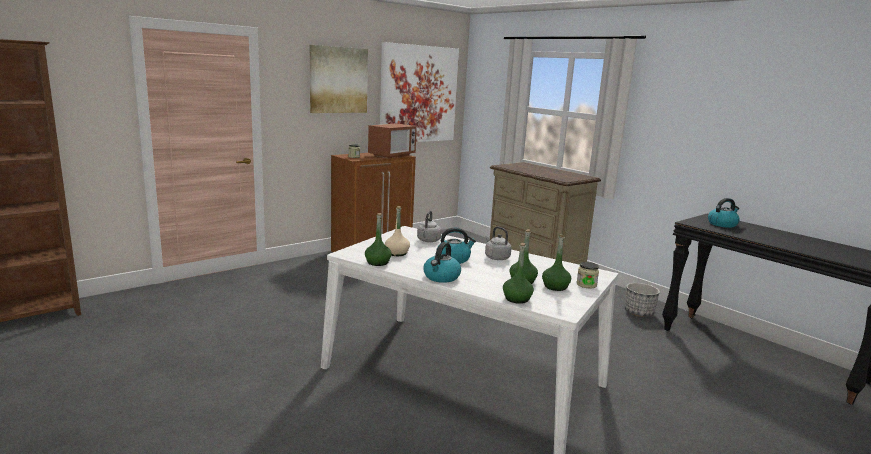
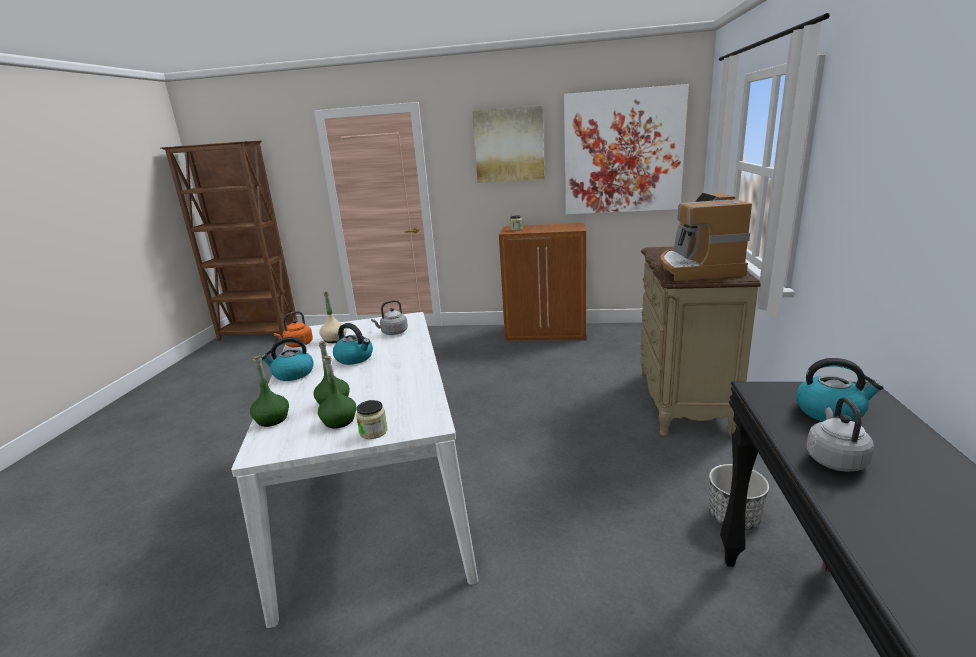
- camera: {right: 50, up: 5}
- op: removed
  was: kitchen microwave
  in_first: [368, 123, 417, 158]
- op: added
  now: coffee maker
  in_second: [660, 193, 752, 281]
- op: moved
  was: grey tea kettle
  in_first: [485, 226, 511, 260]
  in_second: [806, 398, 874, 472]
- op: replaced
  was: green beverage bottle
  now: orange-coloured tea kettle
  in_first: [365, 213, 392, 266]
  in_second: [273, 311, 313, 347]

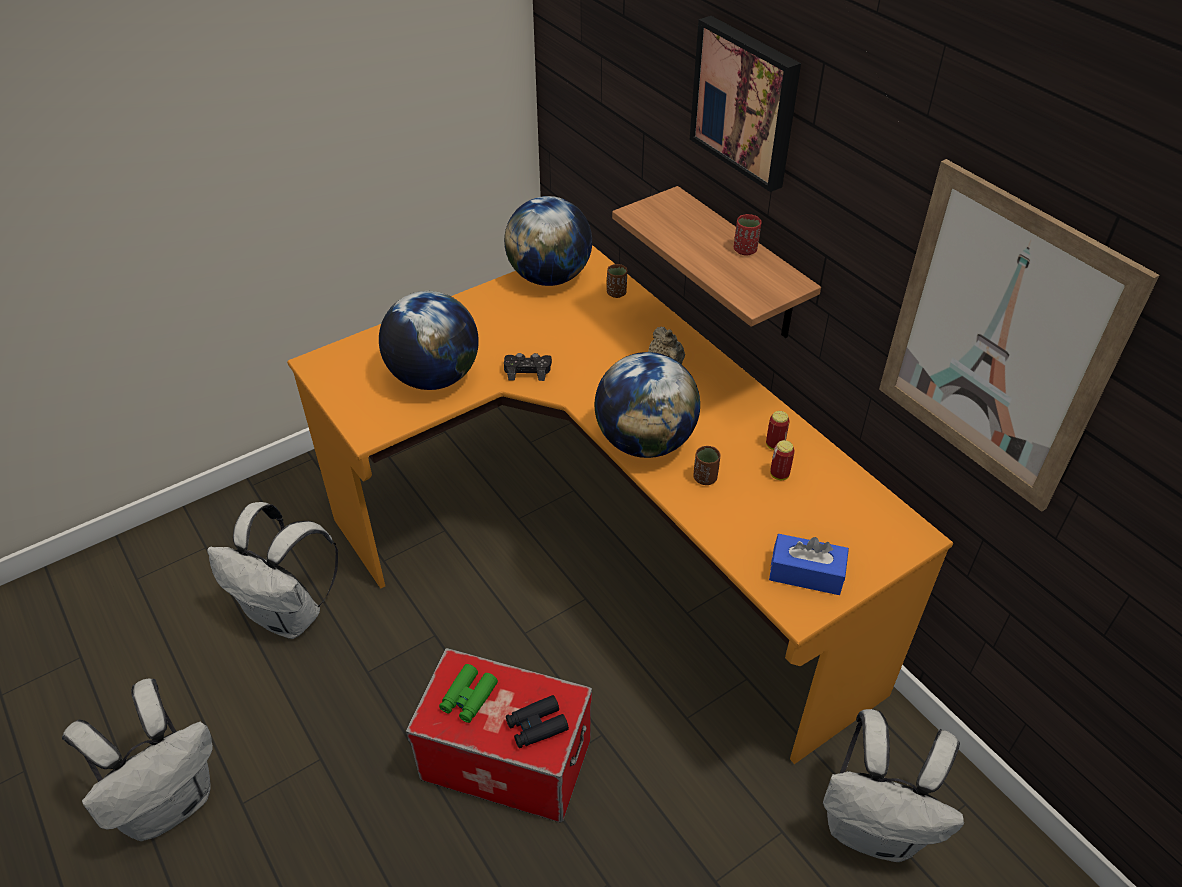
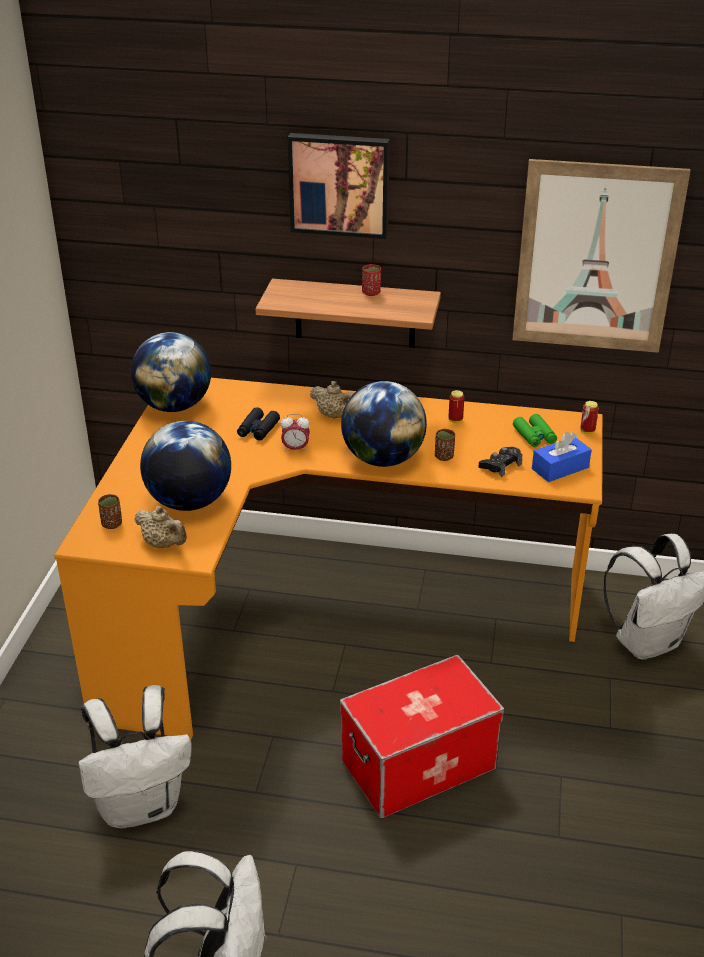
- camera: {right: -45, up: -10}
- op: added
  now: sand-coloured tea pot
  in_second: [134, 506, 187, 548]
- op: added
  now: table clock
  in_second: [280, 414, 310, 452]
- op: moved
  was: green pair of binoculars
  in_first: [439, 664, 498, 723]
  in_second: [513, 414, 557, 447]
- op: moved
  was: blackish gamepad
  in_first: [504, 353, 552, 381]
  in_second: [479, 447, 522, 477]
- op: moved
  was: blackish pair of binoculars
  in_first: [506, 695, 569, 748]
  in_second: [237, 407, 280, 440]
- op: moved
  was: brown small cup
  in_first: [607, 264, 627, 298]
  in_second: [98, 494, 122, 529]
- op: moved
  was: sealed can
  in_first: [770, 440, 795, 480]
  in_second: [580, 401, 599, 434]

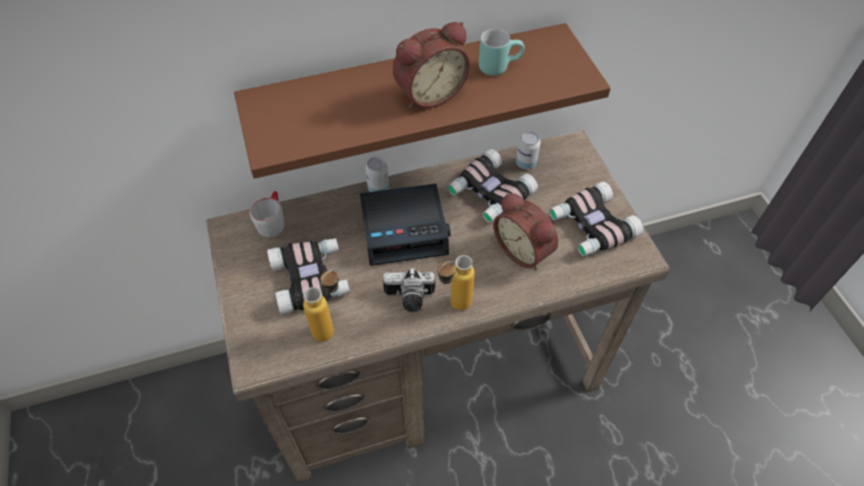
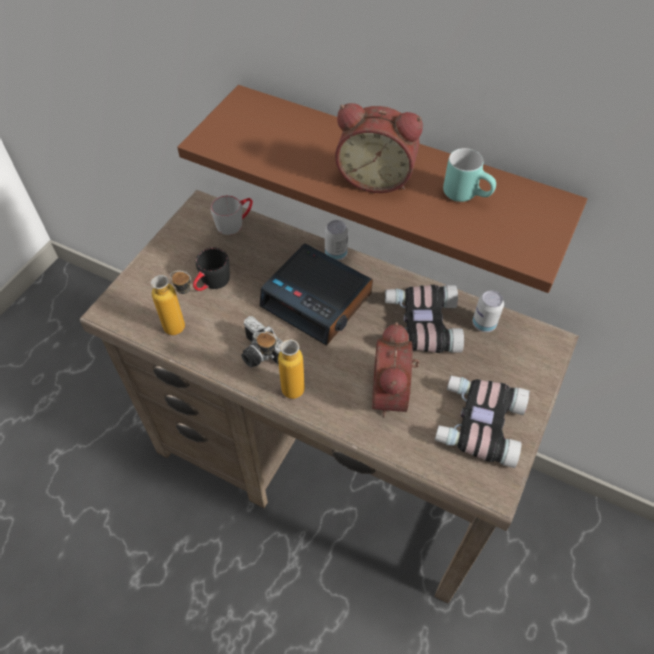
- camera: {right: 45, up: 0}
- op: replaced
  was: pair of binoculars
  now: blackish tea mug
  in_first: [267, 238, 350, 315]
  in_second: [193, 248, 230, 291]

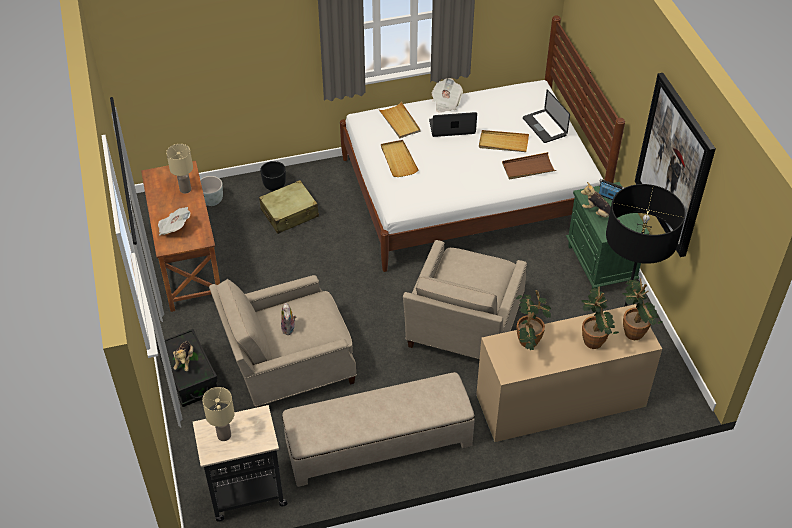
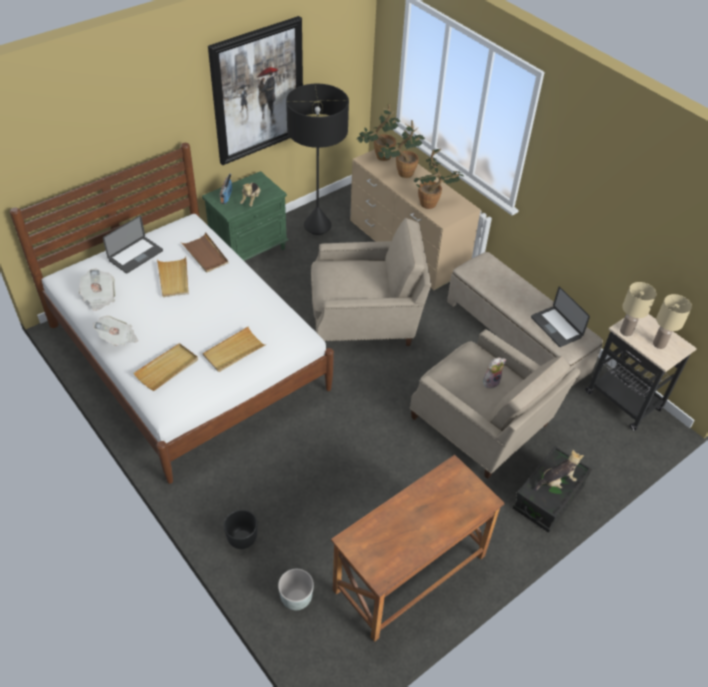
- camera: {right: -115, up: 0}
- op: removed
  was: sand-coloured travel case
  in_first: [259, 180, 319, 234]
- op: moved
  was: daily paper
  in_first: [158, 207, 190, 235]
  in_second: [79, 268, 116, 311]
- op: moved
  was: sand-coloured tabletop lamp
  in_first: [166, 144, 193, 194]
  in_second: [620, 282, 656, 336]
- op: moved
  was: notebook computer
  in_first: [429, 112, 477, 137]
  in_second: [531, 287, 590, 347]

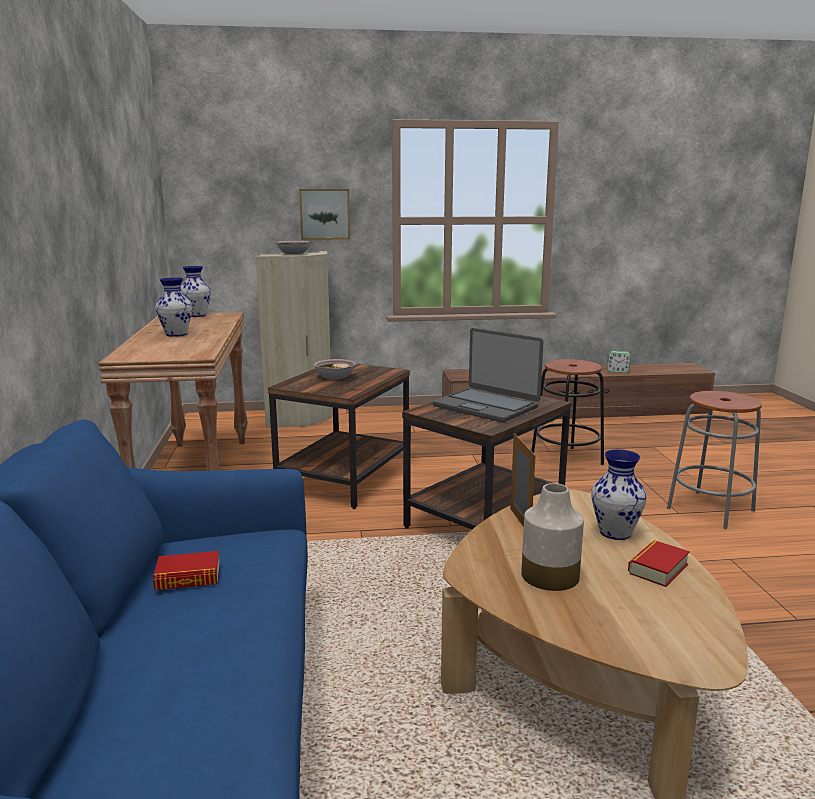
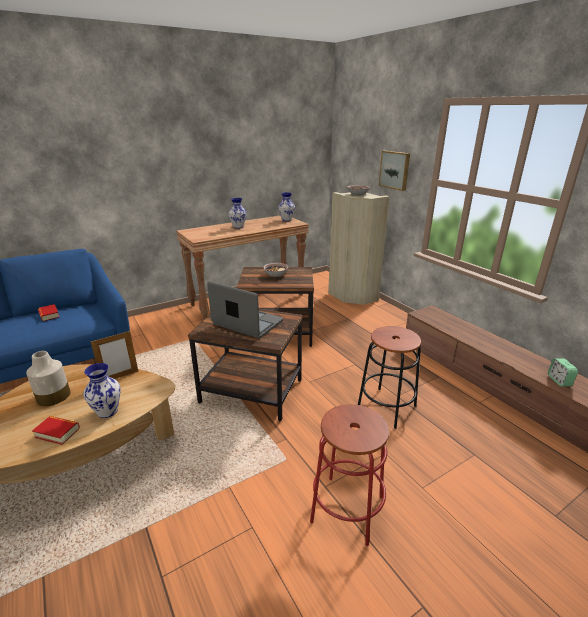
- camera: {right: 65, up: 10}
- op: recoloured
  was: grey sitting stool
  now: reddish sitting stool
  in_first: [667, 391, 762, 529]
  in_second: [310, 404, 389, 546]
- op: turned
  was: notebook computer
  in_first: [432, 328, 544, 423]
  in_second: [207, 281, 283, 339]
  clockwise: 105

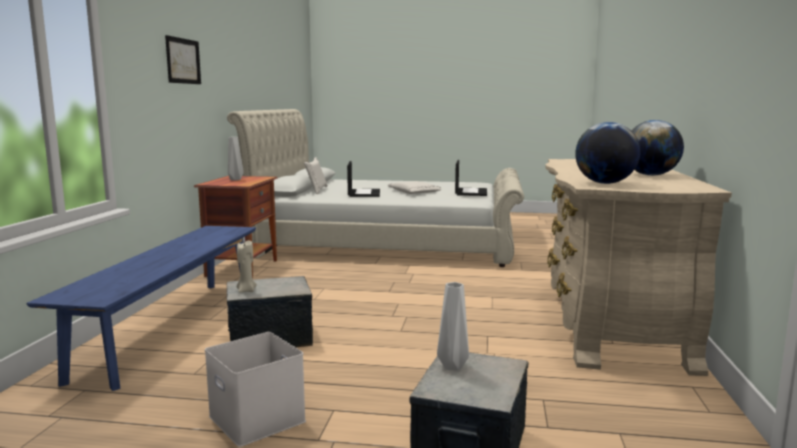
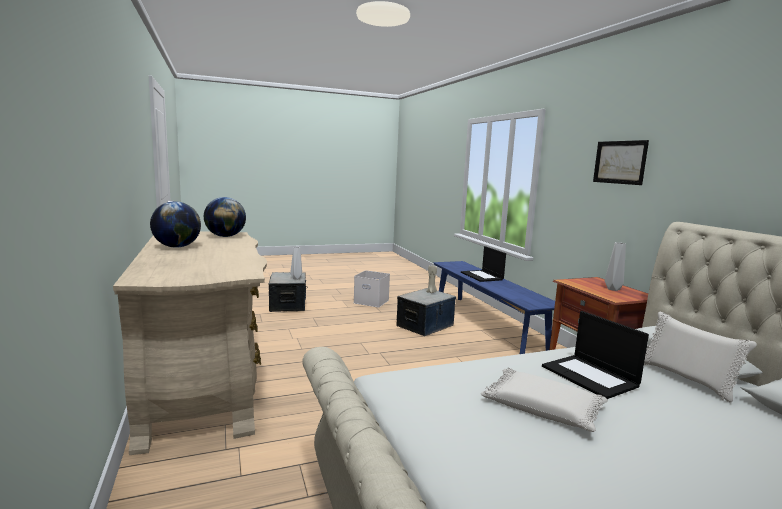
- camera: {right: 150, up: 0}
- op: moved
  was: notebook computer
  in_first: [455, 160, 487, 196]
  in_second: [461, 246, 506, 282]

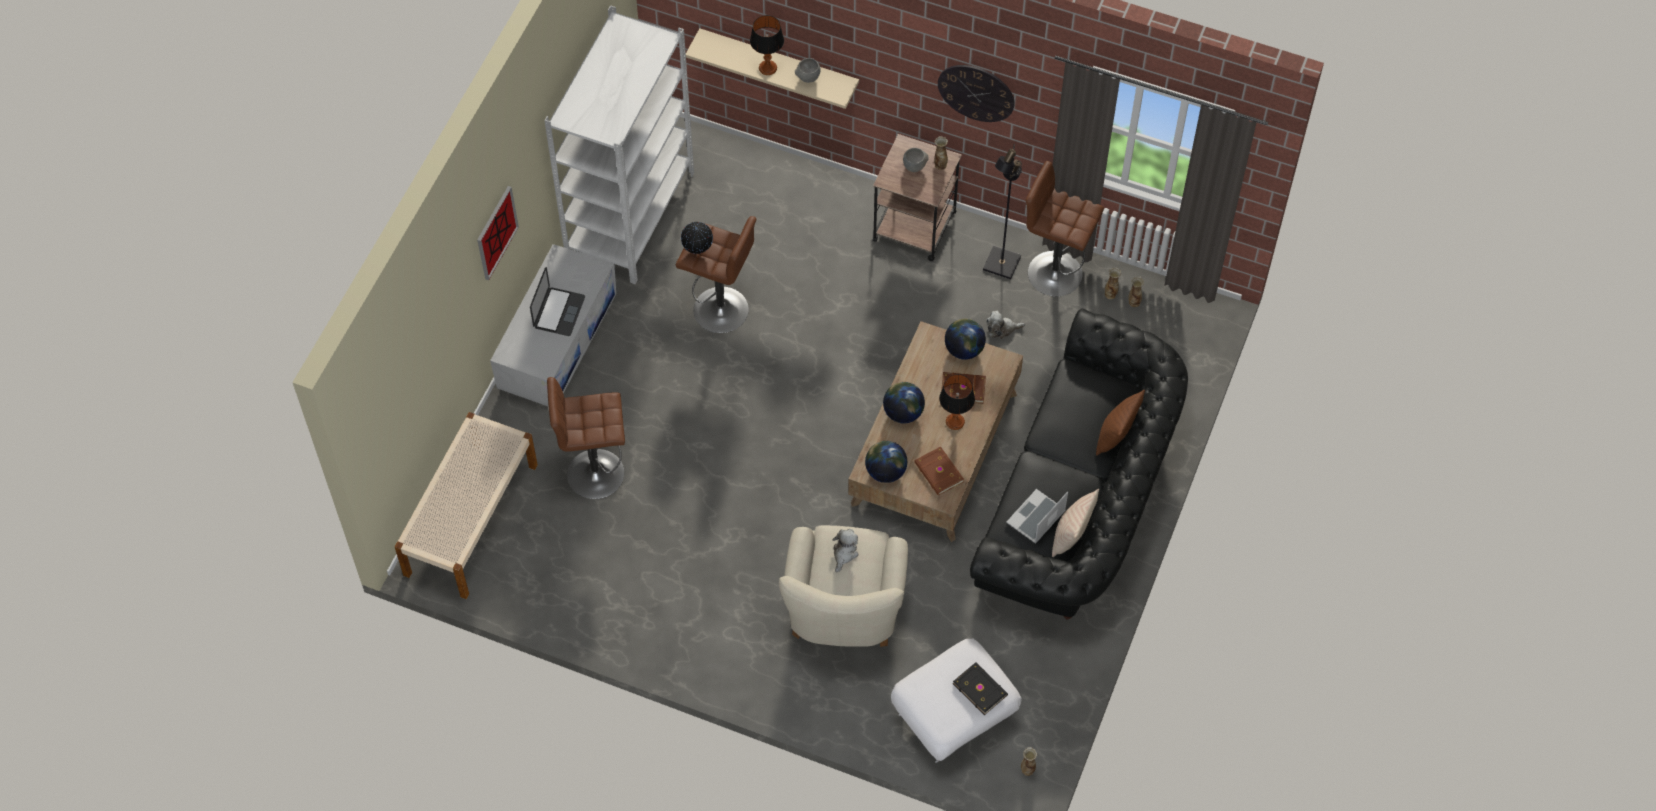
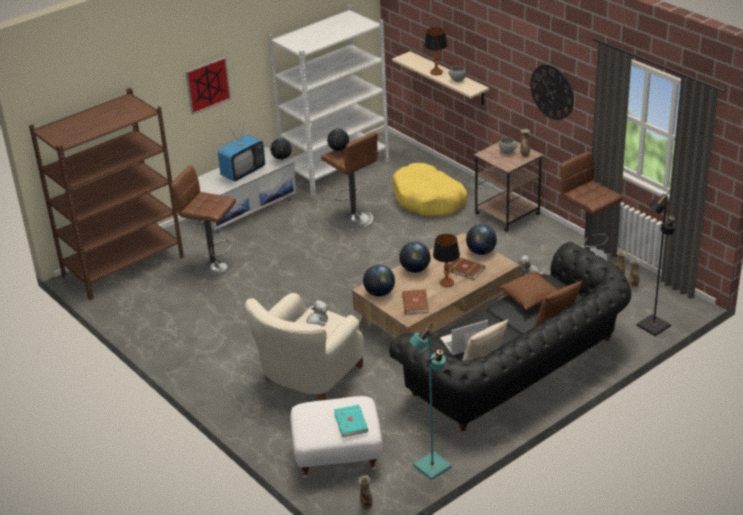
- camera: {right: 30, up: -25}
- op: added
  now: world globe
  in_second: [270, 137, 292, 161]
- op: added
  now: yellowish dog cushion
  in_second: [393, 163, 467, 217]
- op: added
  now: blue-green standard lamp
  in_second: [410, 324, 452, 480]
- op: added
  now: brown throw pillow
  in_second: [499, 272, 557, 310]
- op: moved
  was: blackish standard lamp
  in_first: [983, 144, 1022, 279]
  in_second: [637, 191, 676, 336]
- op: replaced
  was: sand-coloured long seat
  now: brown bookshelf
  in_first: [394, 412, 538, 599]
  in_second: [29, 88, 184, 300]
- op: replaced
  was: notebook computer
  now: television
  in_first: [530, 267, 585, 336]
  in_second: [218, 121, 265, 182]
- op: recoloured
  was: blackish book
  now: blue-green book
  in_first: [953, 662, 1008, 715]
  in_second: [334, 405, 368, 437]

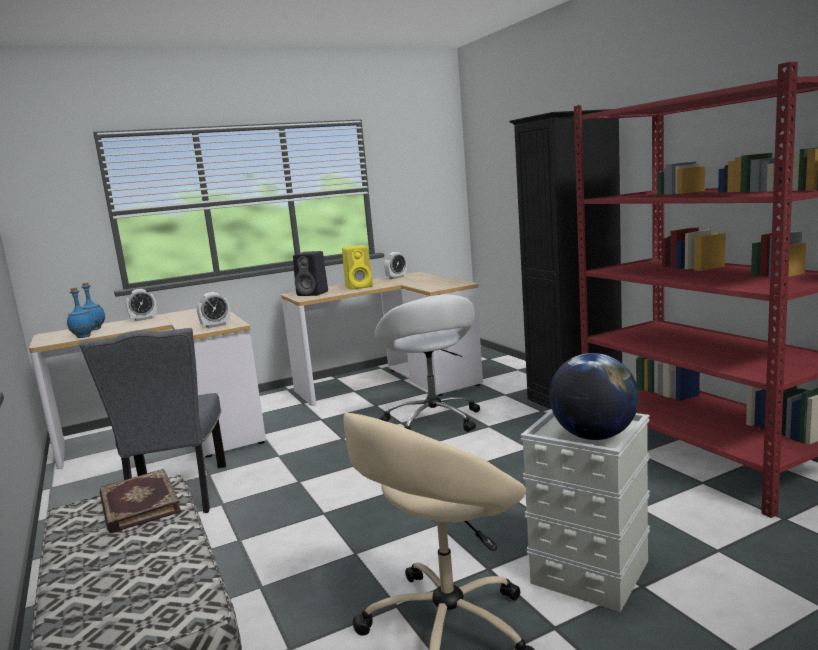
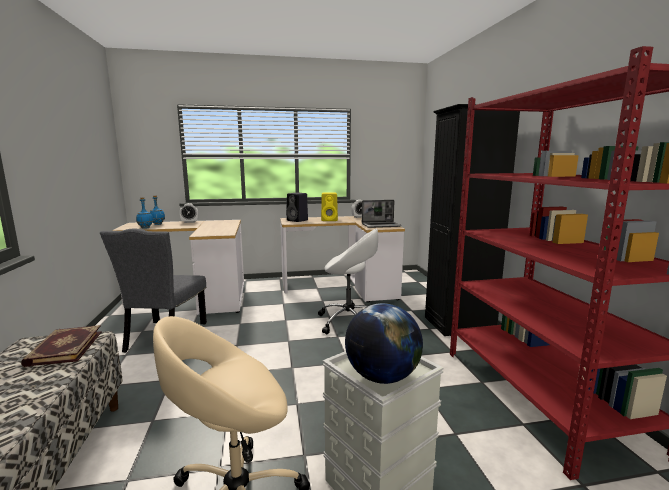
- camera: {right: 15, up: 0}
- op: removed
  was: table clock
  in_first: [197, 292, 230, 328]
- op: added
  now: notebook computer
  in_second: [362, 200, 402, 228]
- op: turned
  was: whitish desk chair
  in_first: [375, 295, 480, 432]
  in_second: [318, 228, 378, 334]
  clockwise: -75

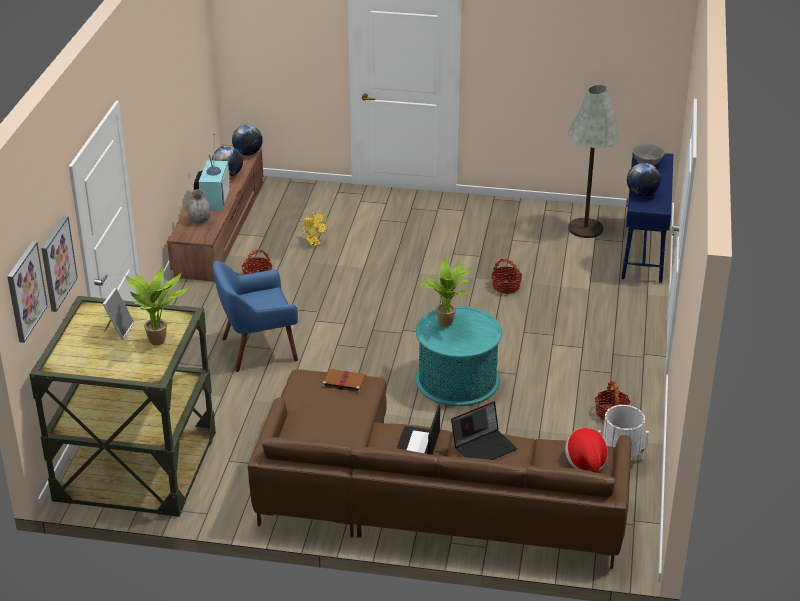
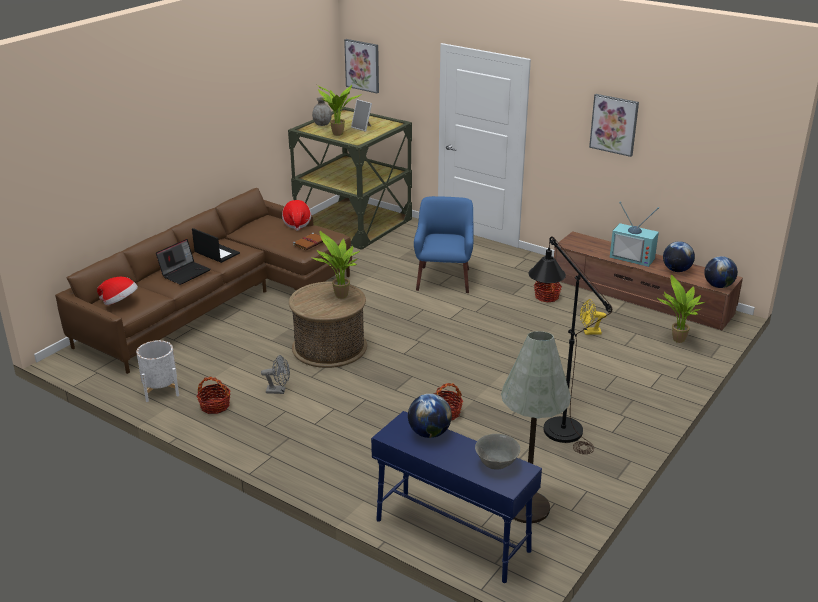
- camera: {right: 115, up: -5}
- op: added
  now: grey fan
  in_second: [261, 355, 290, 394]
- op: added
  now: clothing hat
  in_second: [282, 200, 311, 231]
- op: added
  now: blackish standard lamp
  in_second: [528, 236, 612, 454]
- op: added
  now: plant in a pot
  in_second: [657, 274, 705, 343]
- op: moved
  was: wall art
  in_first: [41, 216, 78, 312]
  in_second: [589, 94, 639, 157]
- op: moved
  was: grey decorative vase
  in_first: [187, 189, 211, 223]
  in_second: [312, 97, 332, 126]
- op: recoloured
  was: blue-green low table
  now: brown low table
  in_first: [415, 306, 502, 406]
  in_second: [289, 282, 367, 368]
- op: turned
  was: notebook computer
  in_first: [451, 401, 517, 460]
  in_second: [156, 239, 211, 285]
  clockwise: -135

